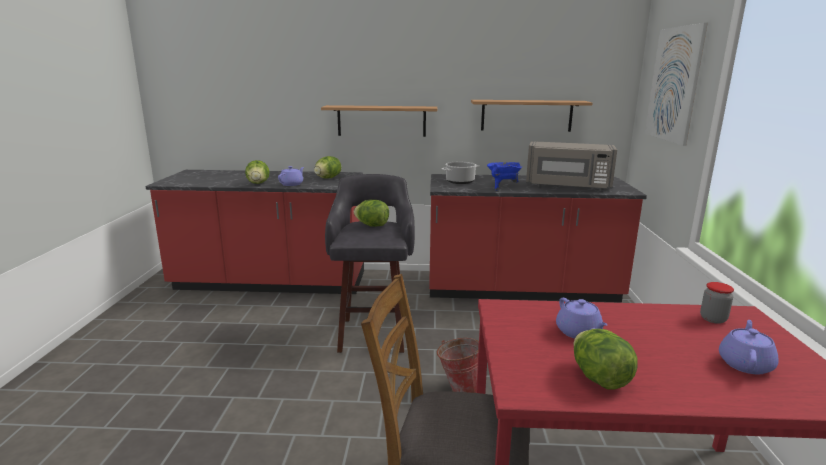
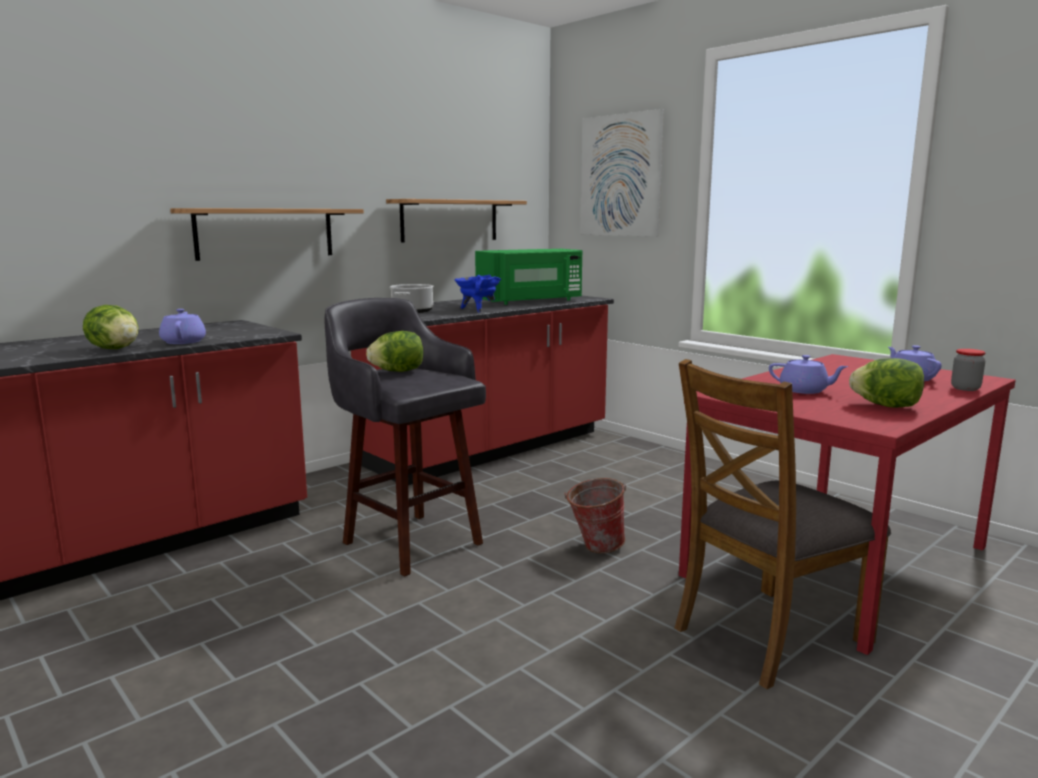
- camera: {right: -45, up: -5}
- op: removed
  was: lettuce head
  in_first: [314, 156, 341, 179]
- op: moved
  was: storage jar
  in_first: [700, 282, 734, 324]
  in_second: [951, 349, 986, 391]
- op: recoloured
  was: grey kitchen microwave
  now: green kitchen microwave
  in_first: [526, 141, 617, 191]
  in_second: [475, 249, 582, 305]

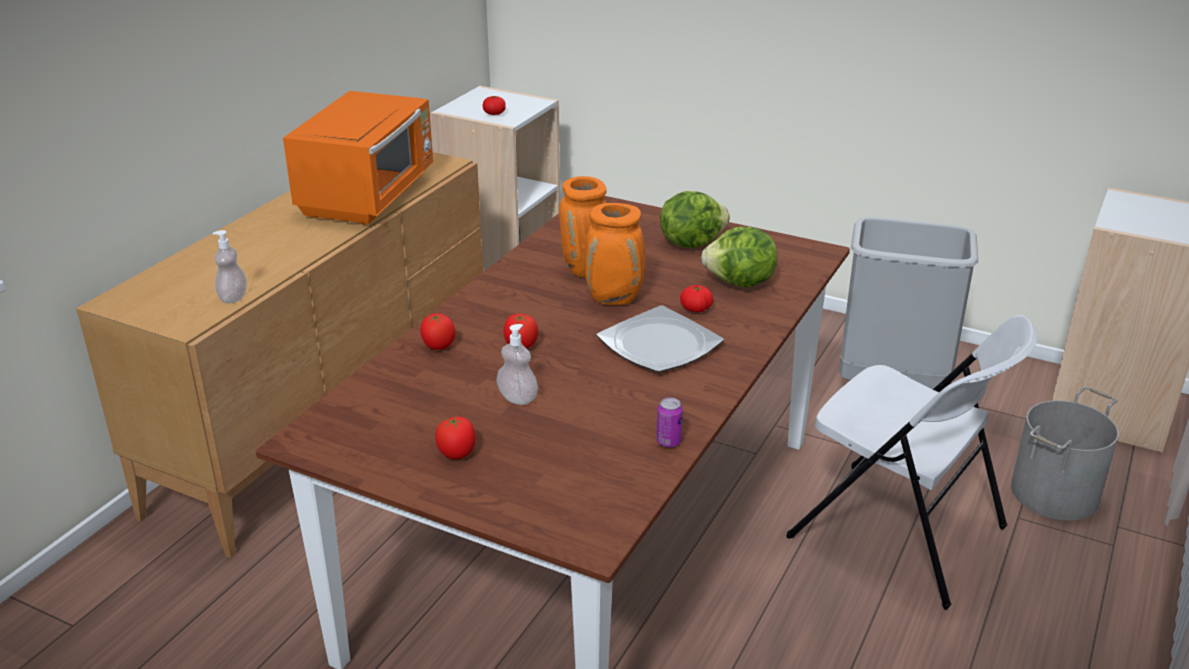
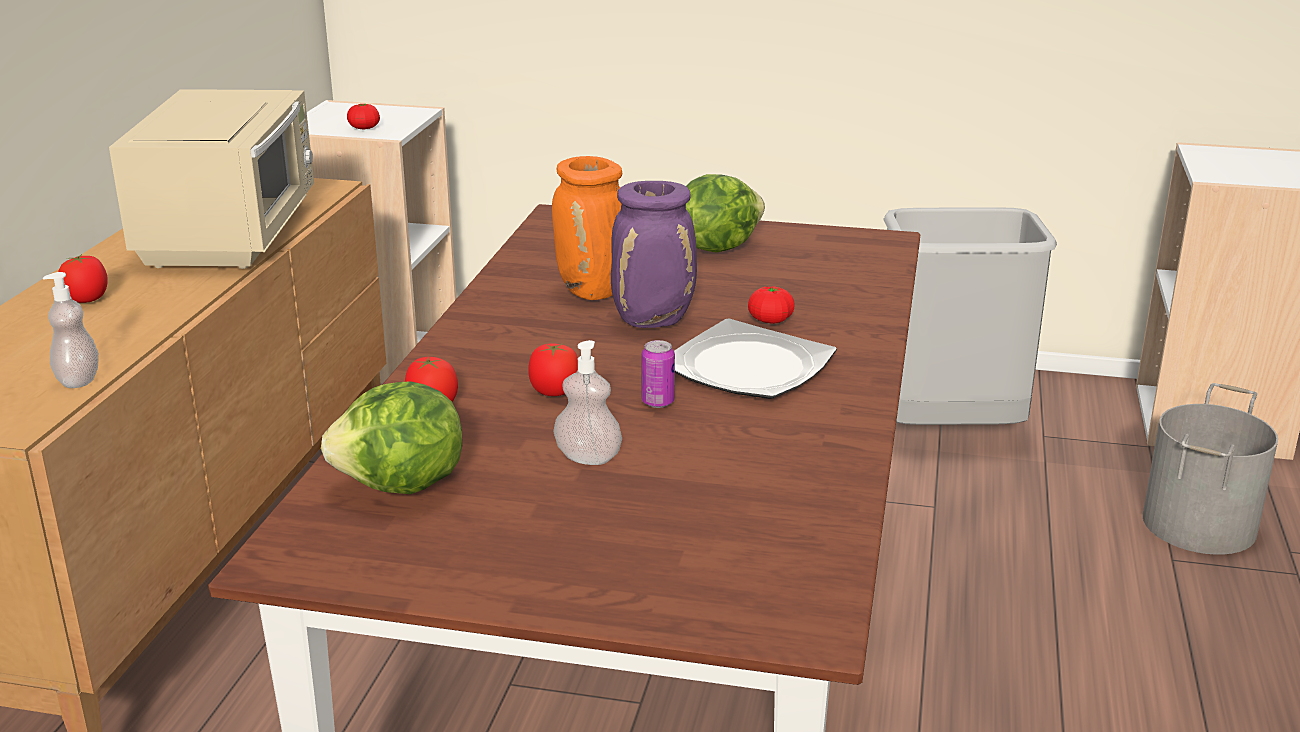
- camera: {right: -15, up: -5}
- op: removed
  was: whitish upright chair
  in_first: [787, 315, 1037, 610]
- op: moved
  was: tomato
  in_first: [435, 415, 476, 459]
  in_second: [58, 254, 108, 303]
- op: moved
  was: sealed can
  in_first: [657, 398, 683, 448]
  in_second: [641, 340, 675, 408]
- op: moved
  was: lettuce head
  in_first: [701, 227, 777, 288]
  in_second: [321, 381, 462, 494]
- op: recoloured
  was: orange-coloured kitchen microwave
  now: sand-coloured kitchen microwave
  in_first: [283, 91, 433, 225]
  in_second: [109, 89, 314, 269]
- op: recoloured
  was: orange-coloured decorative vase
  now: purple decorative vase
  in_first: [585, 203, 645, 305]
  in_second: [611, 181, 697, 328]

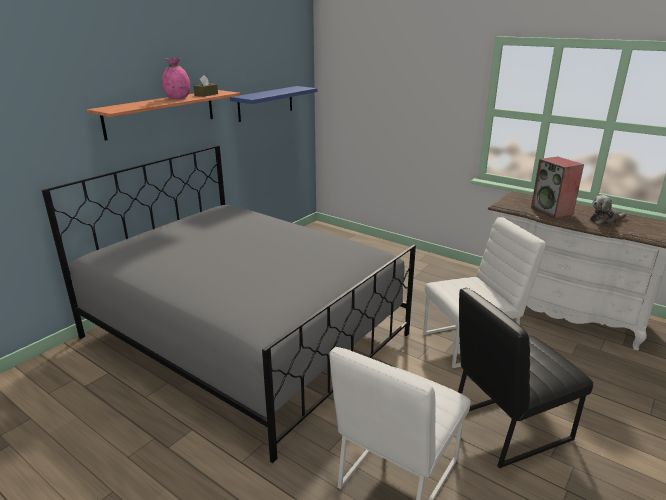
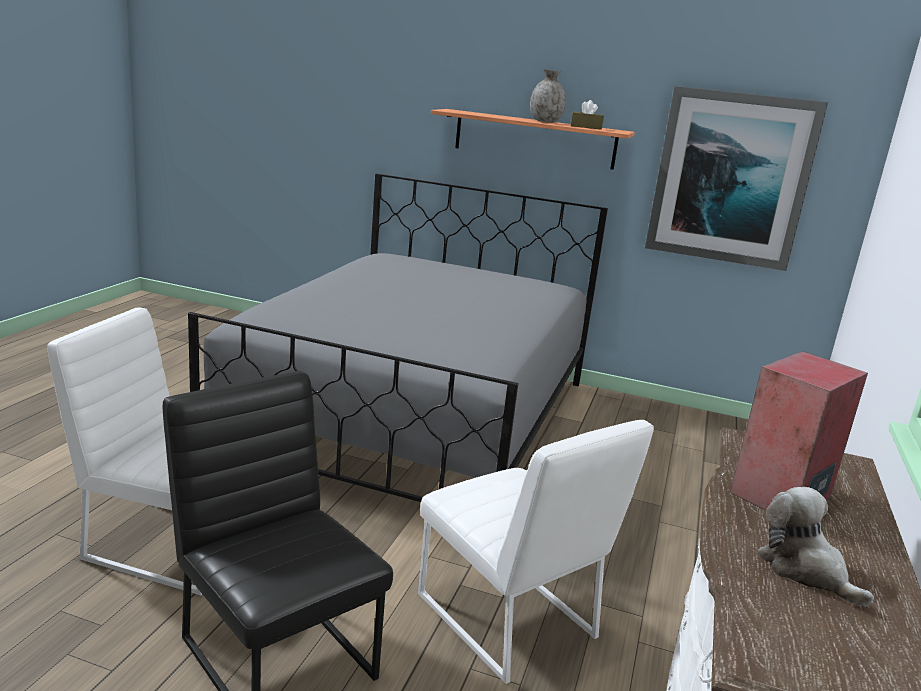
- camera: {right: 70, up: -5}
- op: replaced
  was: blue wall shelf
  now: wall art
  in_first: [230, 86, 318, 122]
  in_second: [645, 86, 828, 271]
- op: recoloured
  was: pink-coloured decorative vase
  now: grey decorative vase
  in_first: [162, 58, 190, 99]
  in_second: [530, 69, 566, 123]

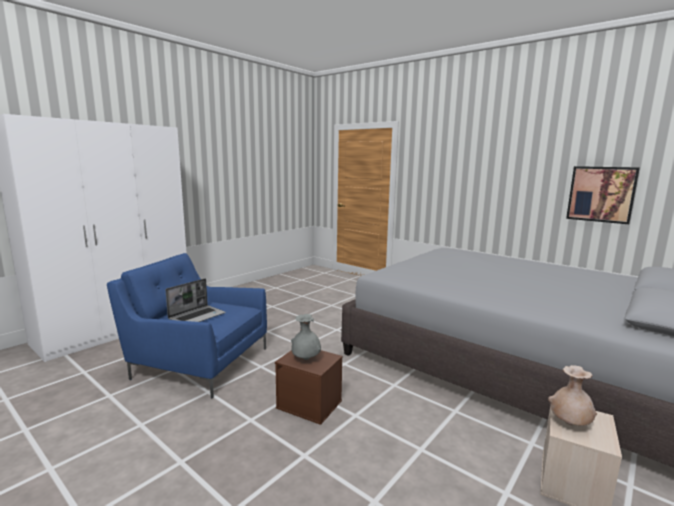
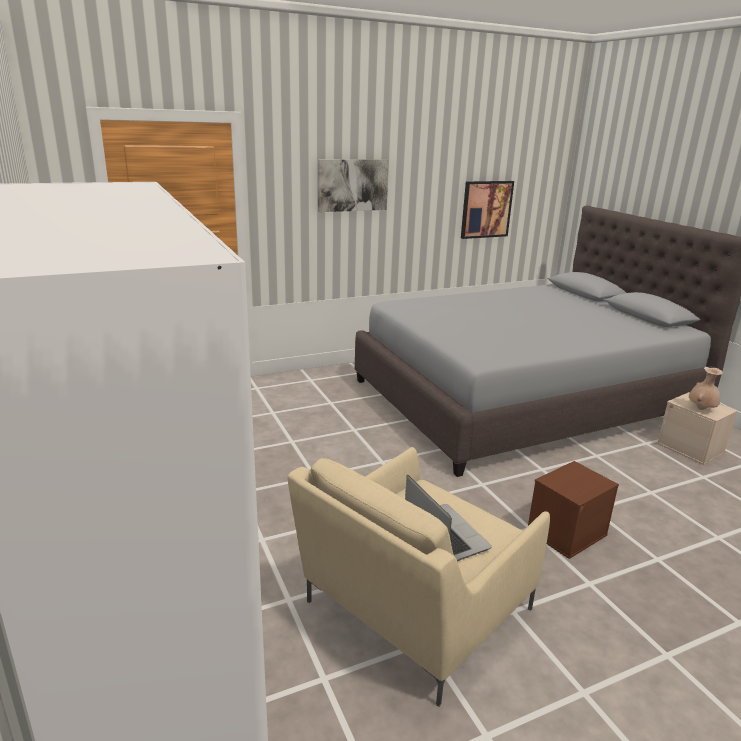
- camera: {right: -65, up: 10}
- op: removed
  was: grey decorative vase
  in_first: [291, 314, 321, 360]
- op: added
  now: wall art
  in_second: [318, 159, 389, 212]
- op: recoloured
  was: blue easy chair
  now: sand-coloured easy chair
  in_first: [107, 253, 267, 399]
  in_second: [287, 447, 550, 707]

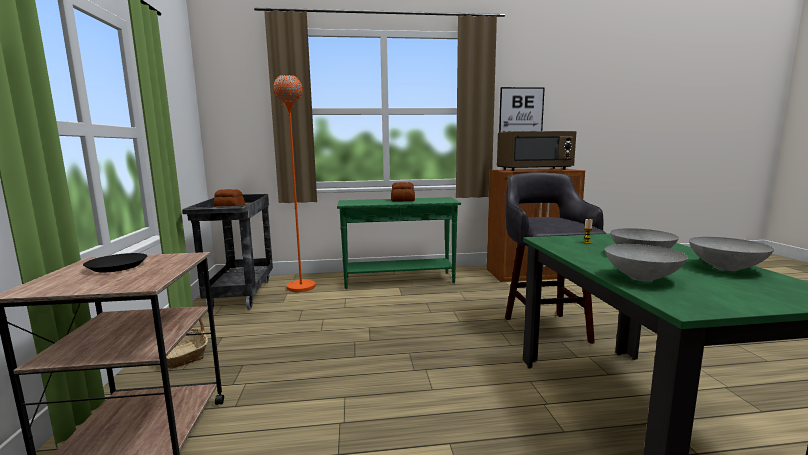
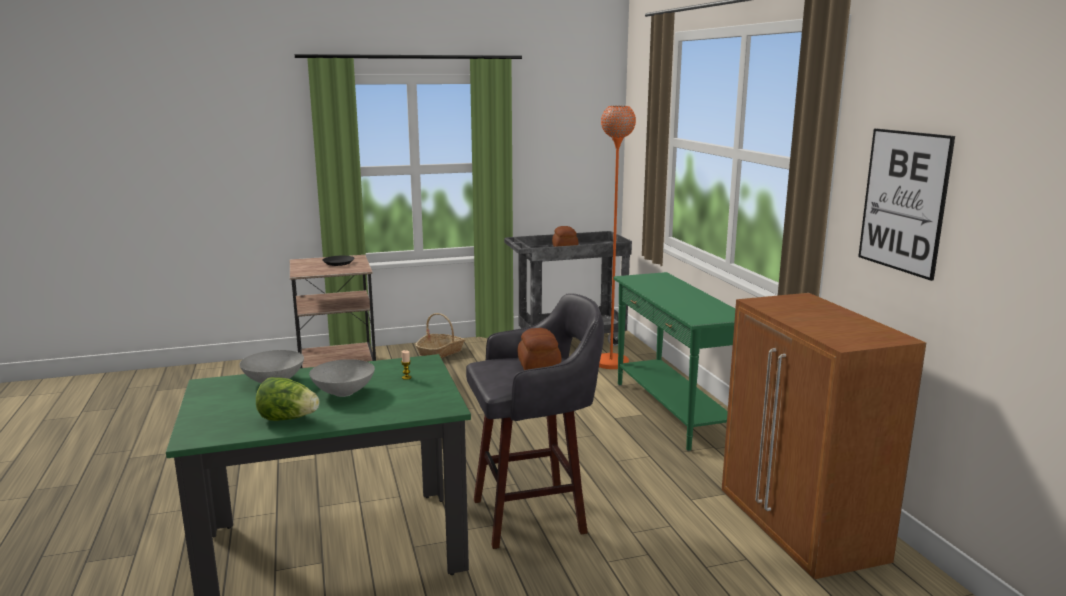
- camera: {right: 80, up: 5}
- op: removed
  was: brown kitchen microwave
  in_first: [497, 131, 576, 171]
- op: moved
  was: bread
  in_first: [391, 182, 415, 202]
  in_second: [517, 328, 561, 370]
- op: replaced
  was: grey serving bowl
  now: lettuce head
  in_first: [689, 237, 774, 271]
  in_second: [256, 377, 319, 421]

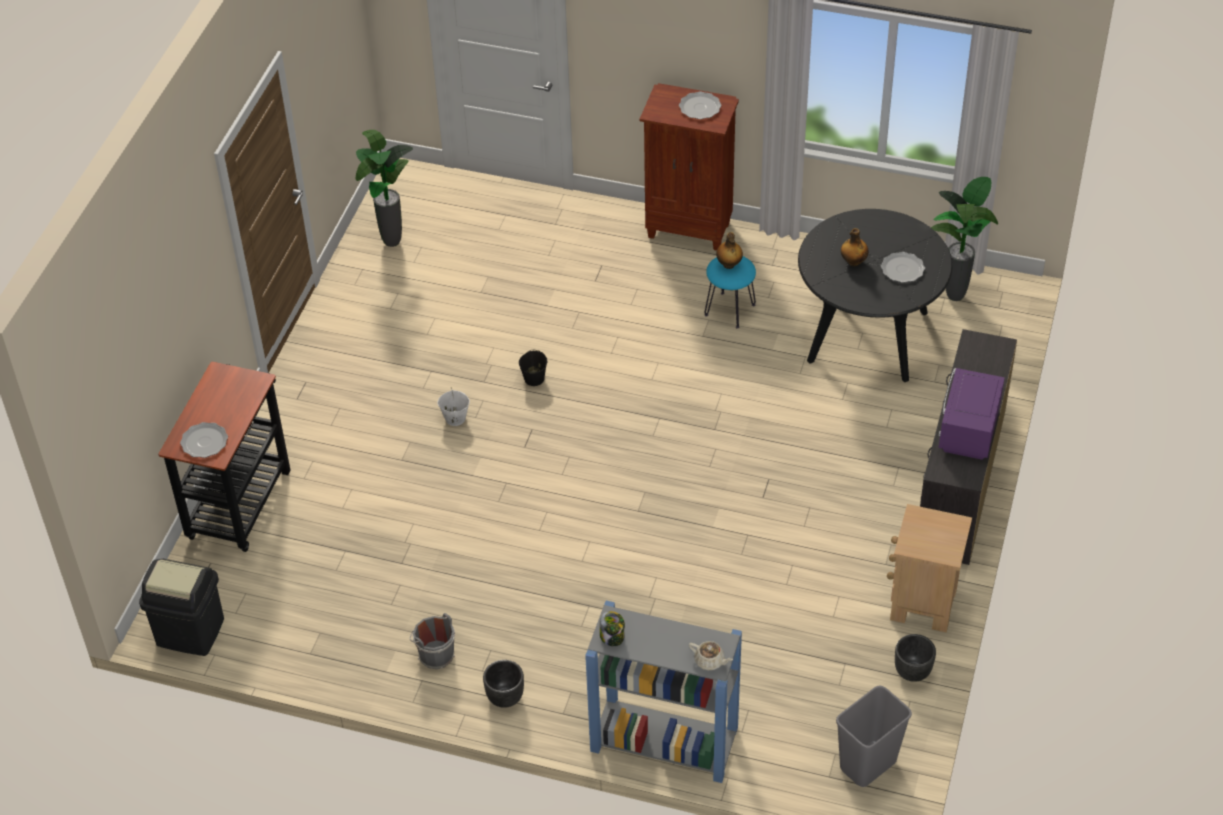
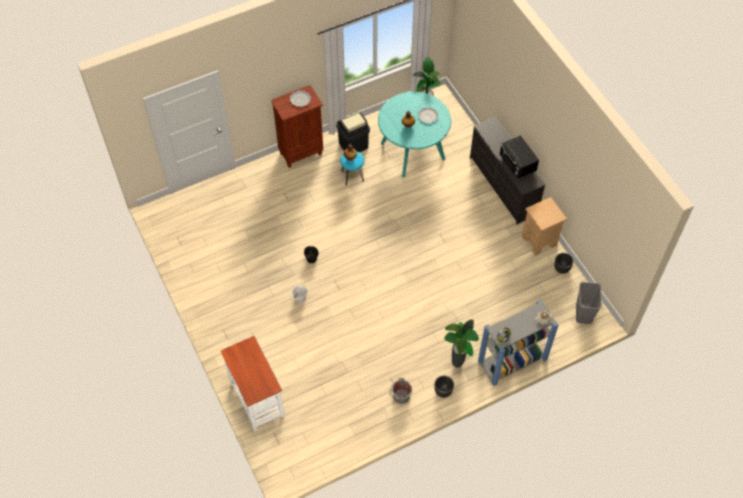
- camera: {right: -45, up: 10}
- op: removed
  was: plate
  in_first: [180, 422, 228, 458]
- op: moved
  was: blackish trash can
  in_first: [139, 559, 224, 656]
  in_second: [336, 112, 370, 153]
- op: moved
  was: plant in a pot
  in_first: [356, 130, 413, 247]
  in_second: [444, 319, 479, 368]
- op: recoloured
  was: blackish trolley
  now: whitish trolley
  in_first: [158, 362, 291, 552]
  in_second: [221, 336, 285, 431]
- op: recoloured
  was: blackish dining table
  now: blue-green dining table
  in_first: [798, 209, 952, 382]
  in_second: [378, 92, 451, 177]
- op: recoloured
  was: purple kitchen microwave
  now: blackish kitchen microwave
  in_first: [939, 368, 1005, 460]
  in_second: [500, 135, 539, 179]

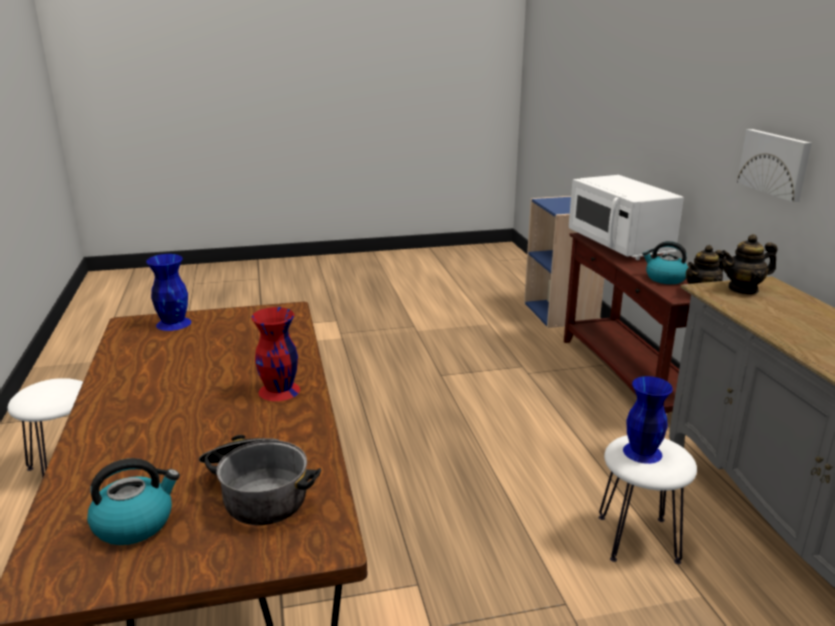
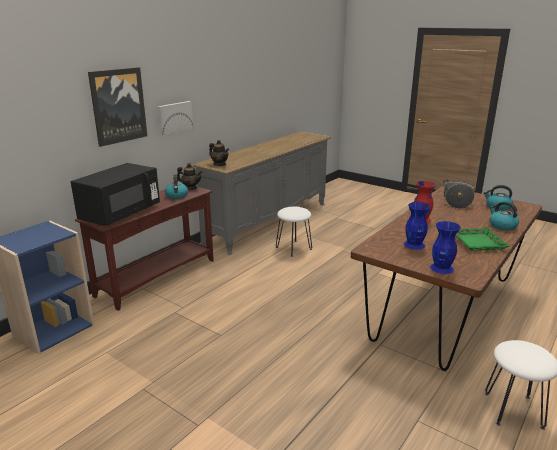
- camera: {right: -130, up: 0}
- op: added
  now: wall art
  in_second: [88, 67, 147, 147]
- op: added
  now: green carrying tray
  in_second: [455, 227, 510, 251]
- op: added
  now: tea kettle
  in_second: [489, 201, 519, 231]
- op: moved
  was: blue decorative vase
  in_first: [623, 376, 673, 464]
  in_second: [404, 202, 430, 250]
- op: recoloured
  was: whitish kitchen microwave
  now: blackish kitchen microwave
  in_first: [569, 175, 684, 260]
  in_second: [71, 163, 160, 226]

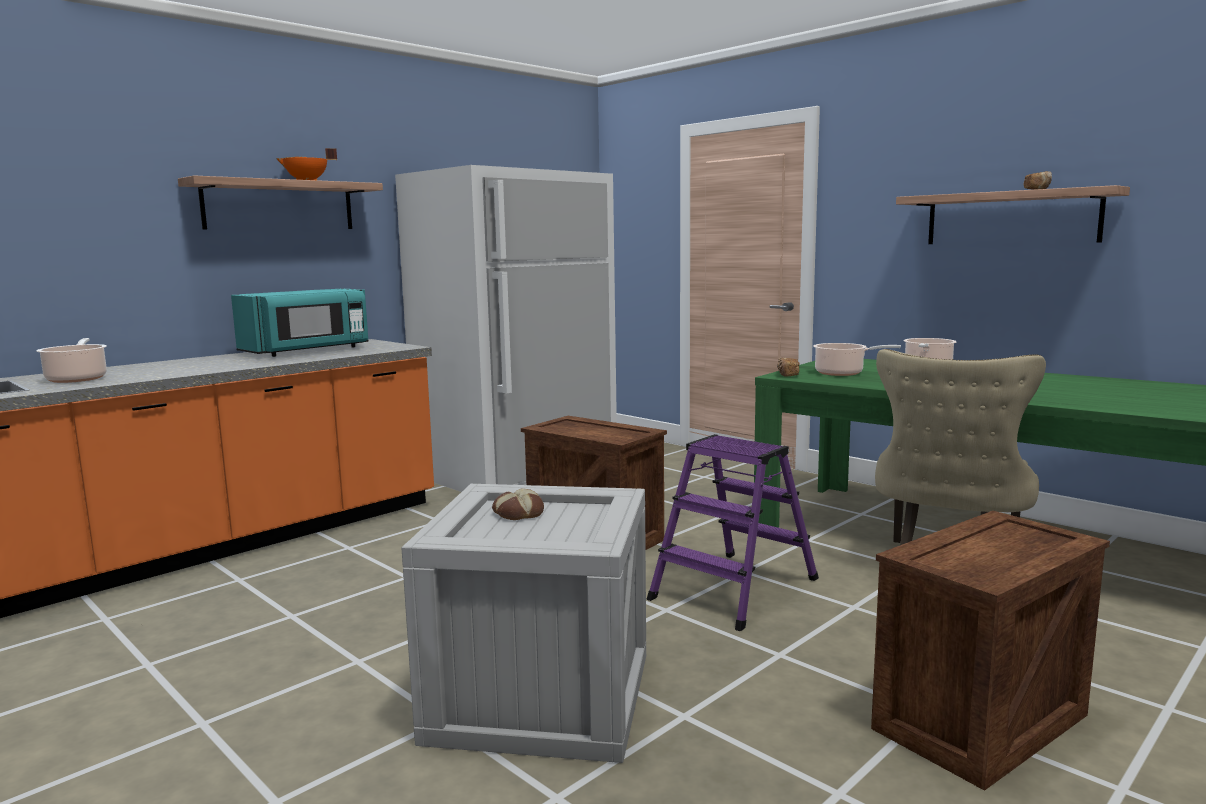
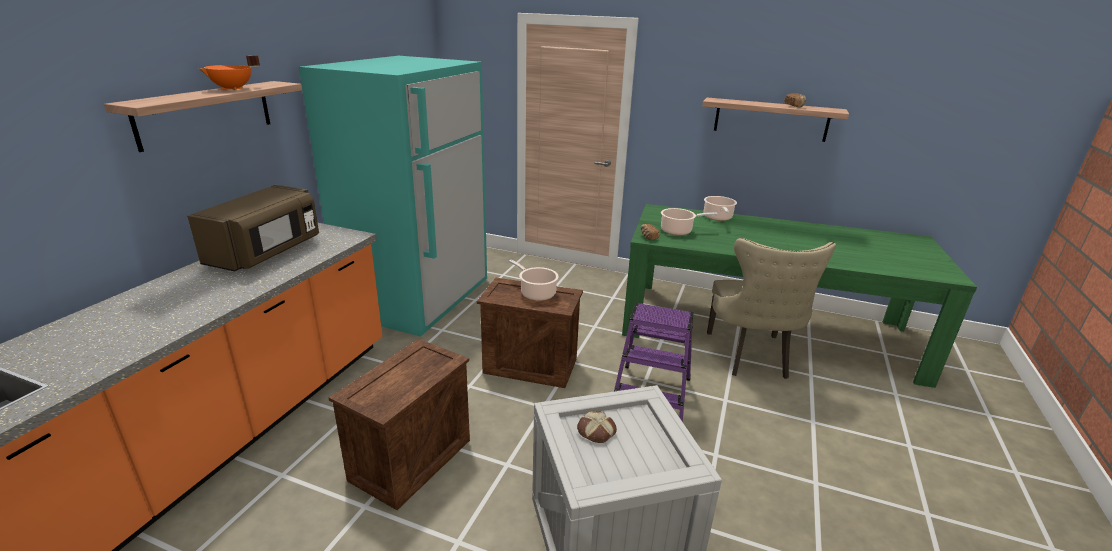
- camera: {right: -25, up: 15}
- op: moved
  was: cooking pot
  in_first: [36, 338, 107, 383]
  in_second: [509, 260, 559, 301]
- op: moved
  was: shipping crate
  in_first: [871, 511, 1110, 791]
  in_second: [329, 339, 470, 510]
- op: recoloured
  was: blue-green kitchen microwave
  now: brown kitchen microwave
  in_first: [231, 288, 368, 357]
  in_second: [187, 185, 319, 272]
- op: recoloured
  was: whitish kitchen fridge
  now: blue-green kitchen fridge
  in_first: [395, 165, 617, 492]
  in_second: [299, 56, 487, 337]

